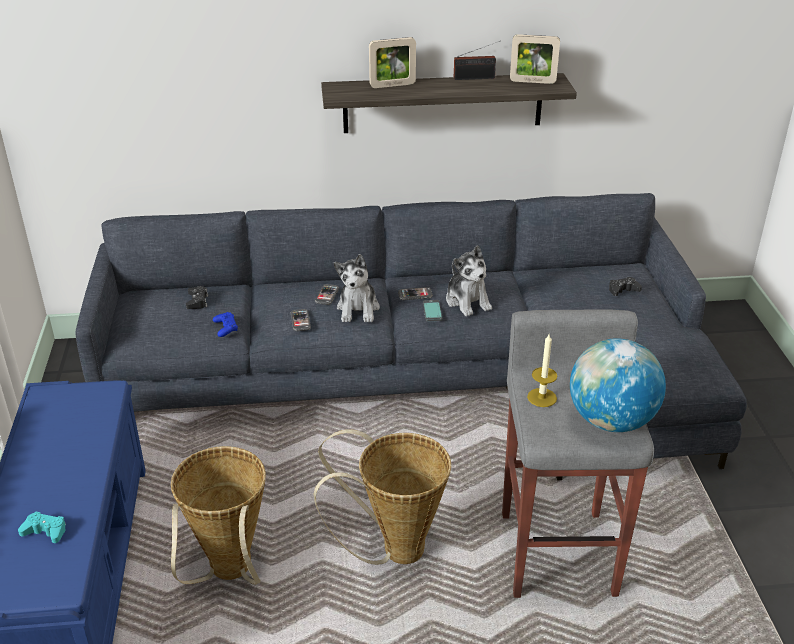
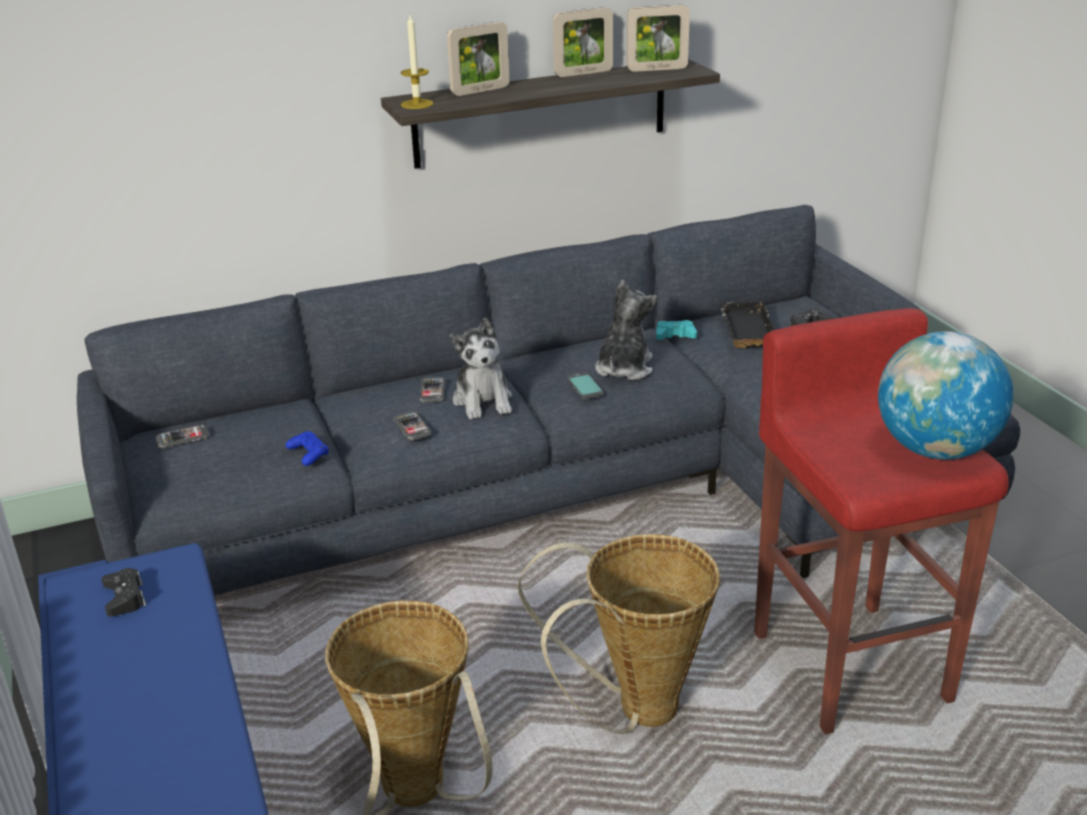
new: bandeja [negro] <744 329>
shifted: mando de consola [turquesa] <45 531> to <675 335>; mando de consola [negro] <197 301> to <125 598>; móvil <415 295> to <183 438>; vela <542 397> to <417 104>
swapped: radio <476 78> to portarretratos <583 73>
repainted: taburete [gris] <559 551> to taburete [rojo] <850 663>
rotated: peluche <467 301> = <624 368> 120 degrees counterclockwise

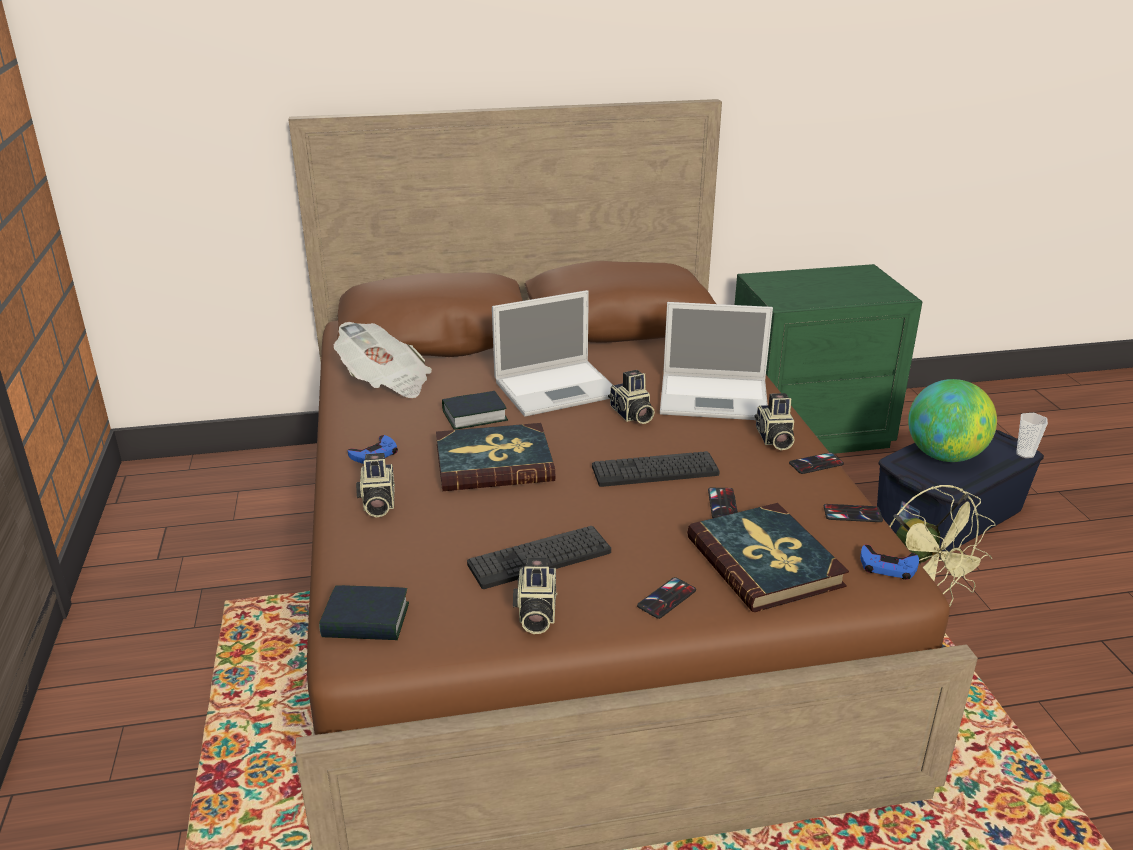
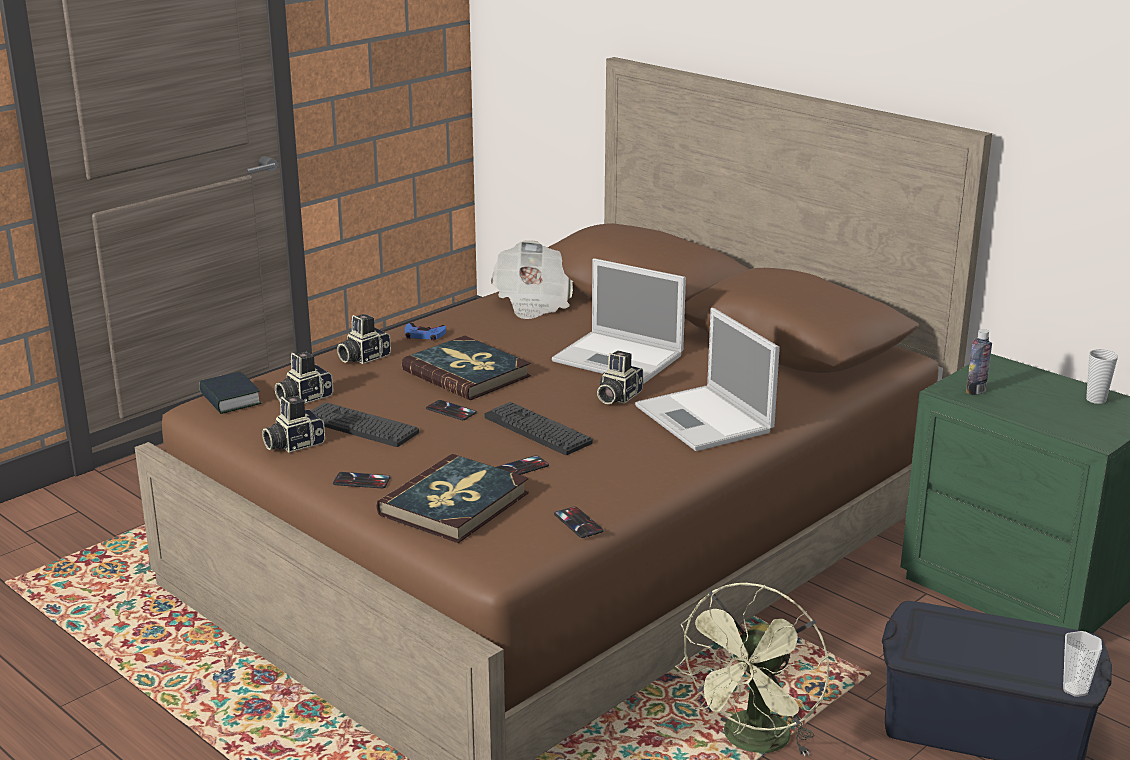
gone: libro <474 416>; mando de consola [azul] <888 567>; globo terráqueo <944 456>
new: botella <976 391>; taza <1096 400>
shifted: cámara <773 439> to <303 397>; móvil <816 464> to <451 411>

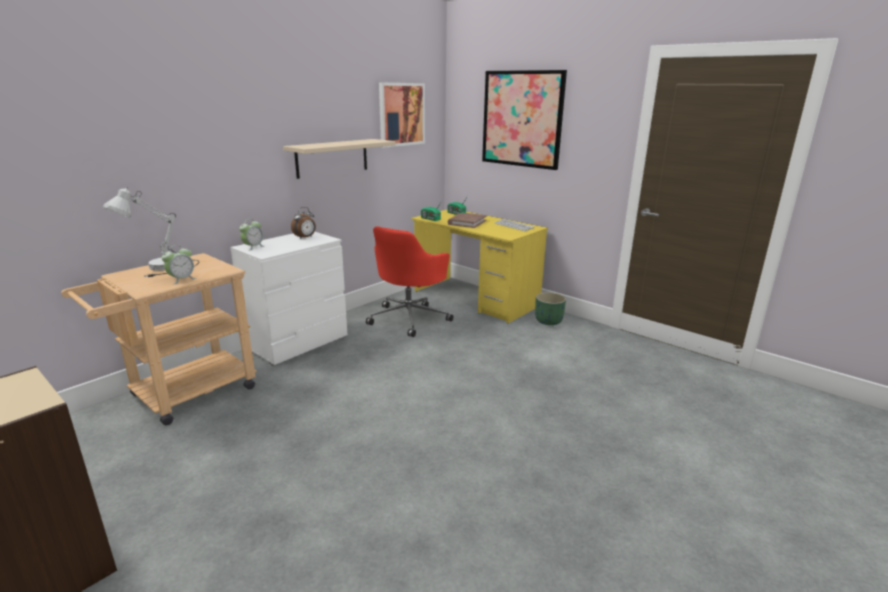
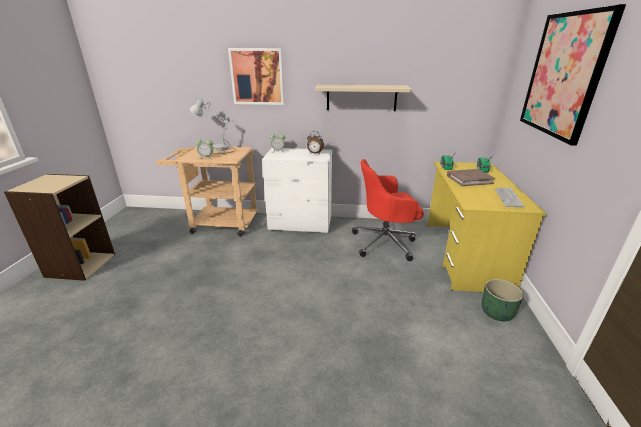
shifted: cuadro <401 114> to <257 76>

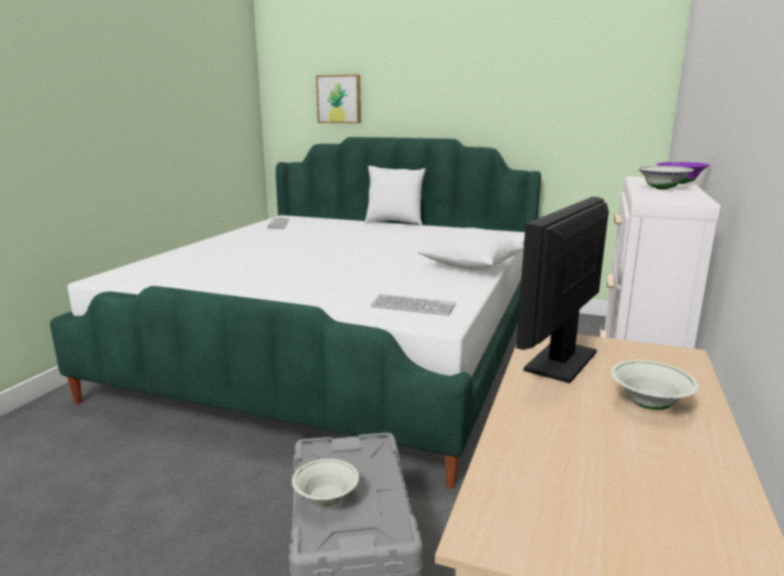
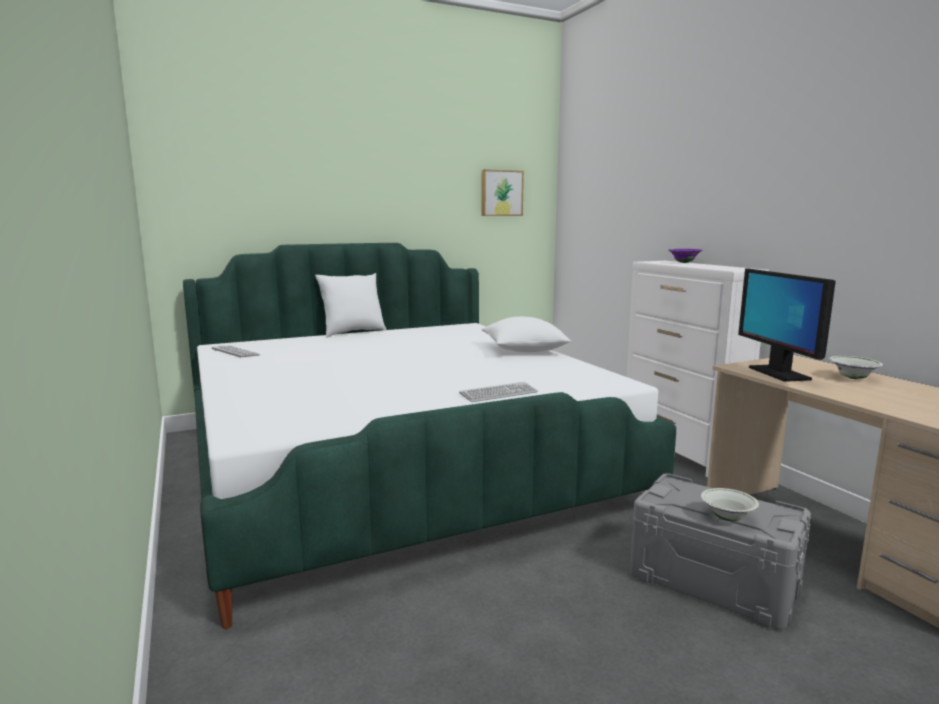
gone: cuenco [blanco] <661 189>
shifted: cuadro <339 99> to <501 193>; teclado <413 306> to <498 393>

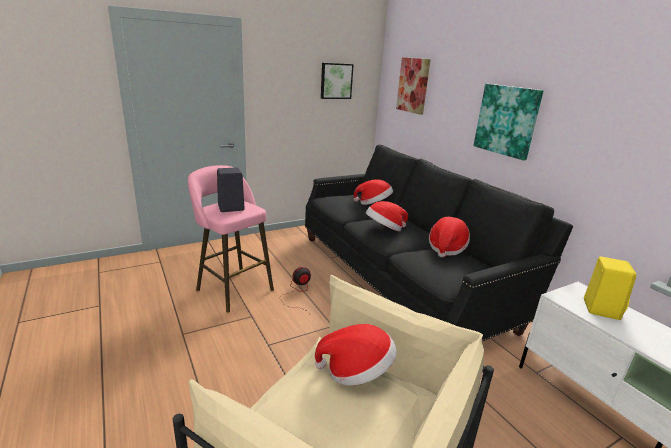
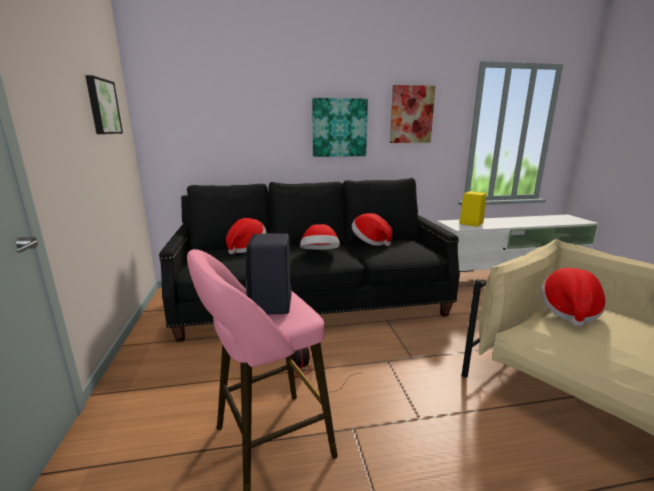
shifted: cuadro <413 85> to <411 114>

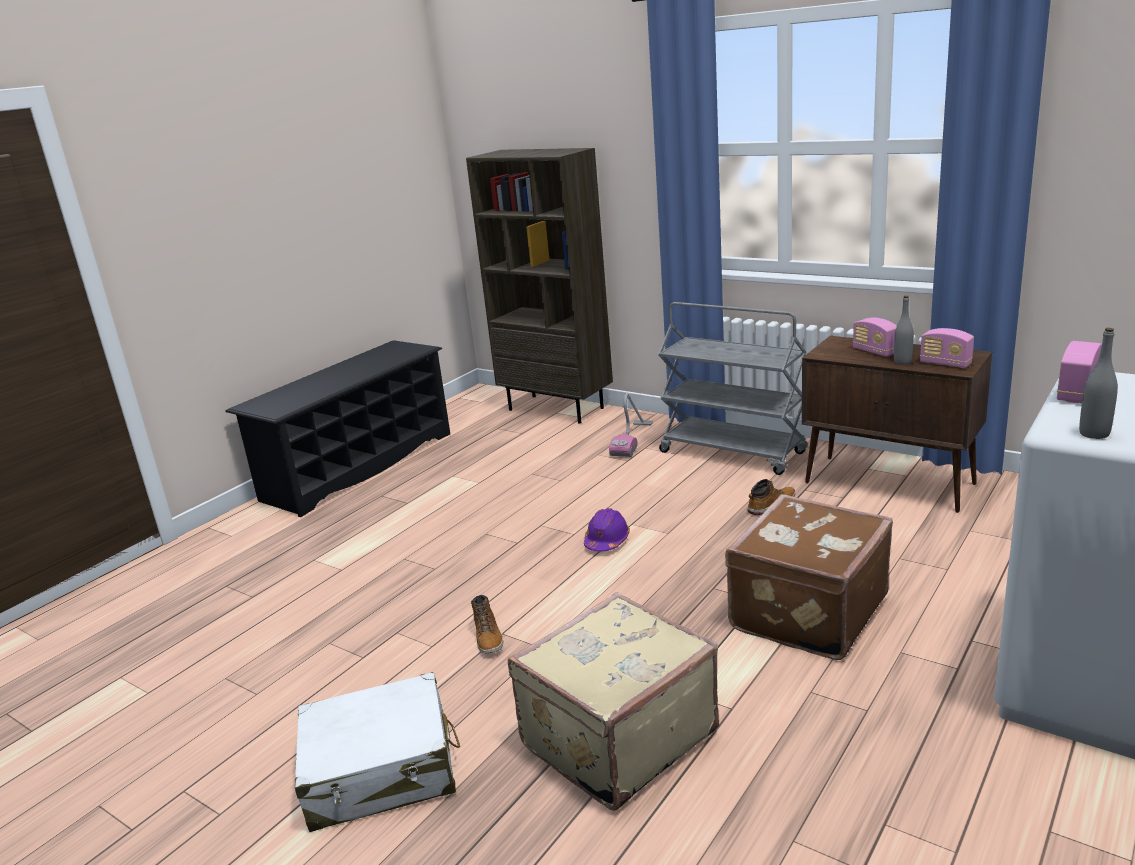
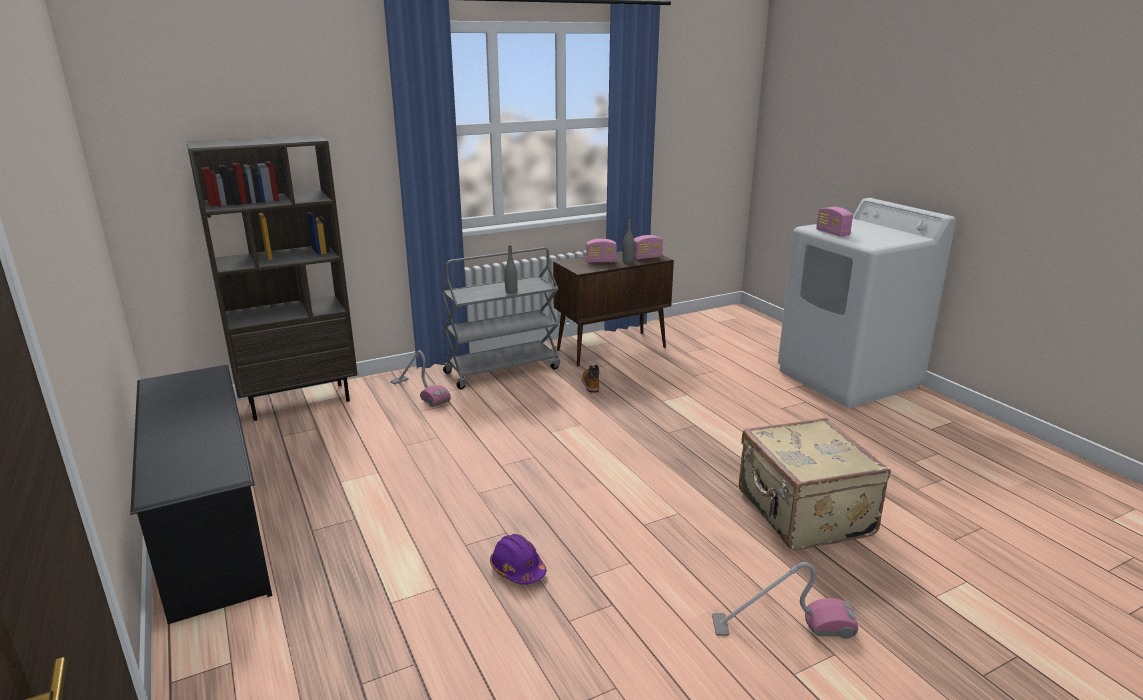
gone: bota <488 637>; maleta [marrón] <805 612>
shifted: casco [morado] <607 541> to <517 569>; botella [gris] <1094 434> to <511 292>
swapped: maleta [blanco] <381 771> to aspiradora <782 626>

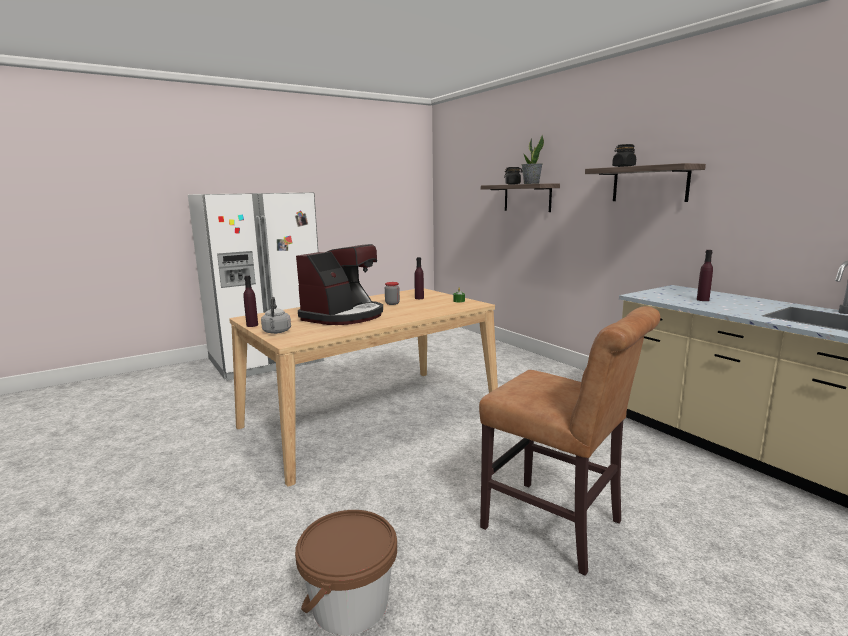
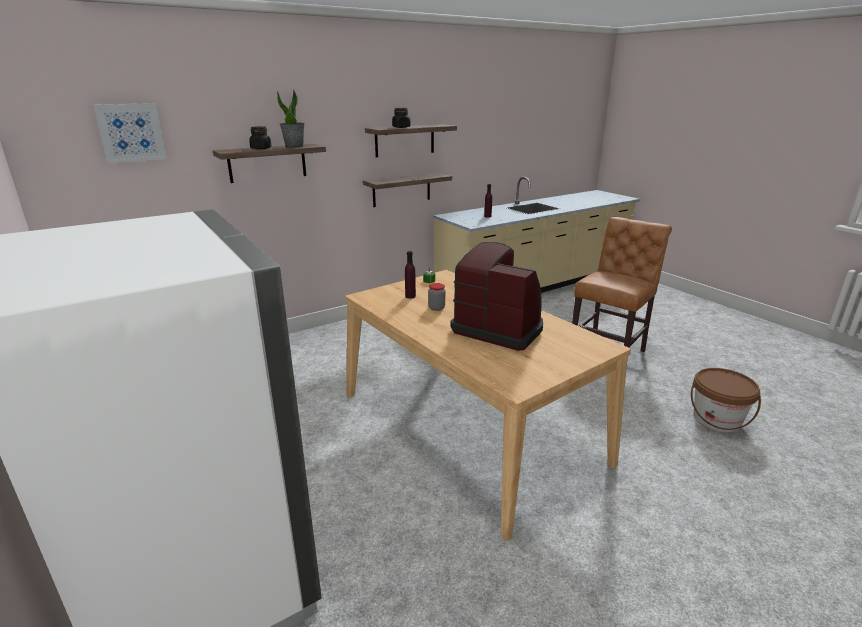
gone: botella [morado] <252 325>; hervidor [gris] <276 332>
new: cuadro <131 133>; estante <401 189>

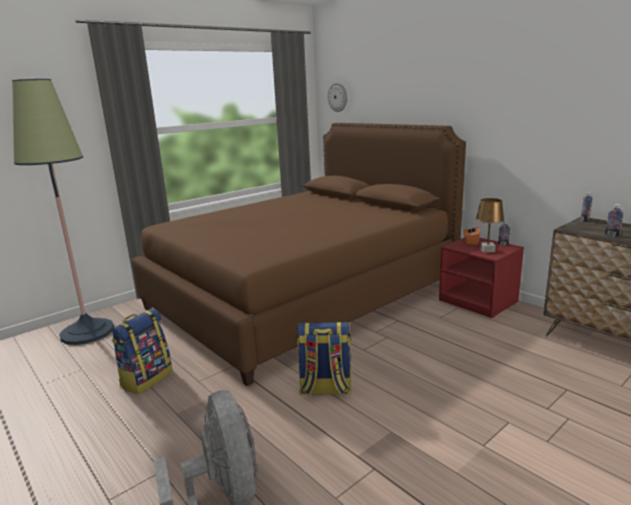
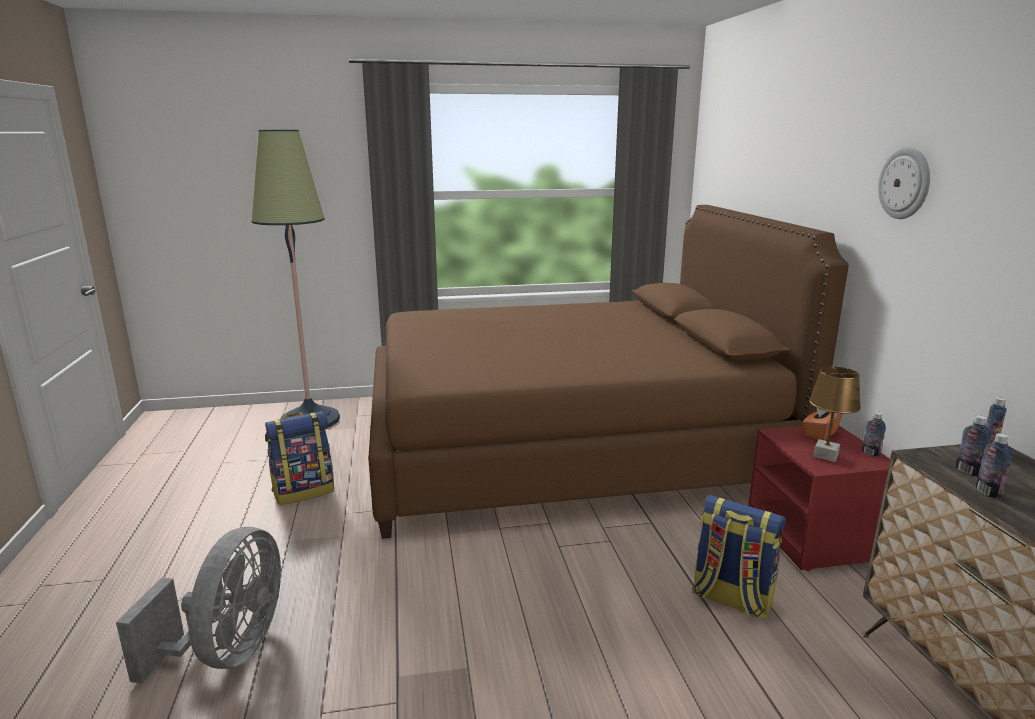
new: botella <968 471>
shifted: mochila <325 389> to <731 598>; reloj de pared <338 97> to <905 183>

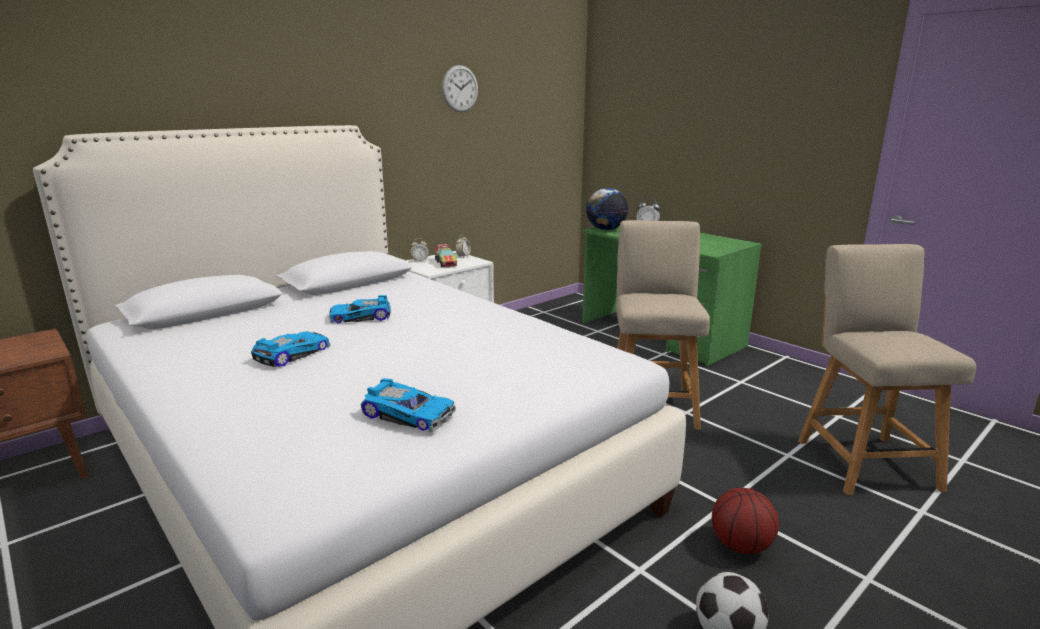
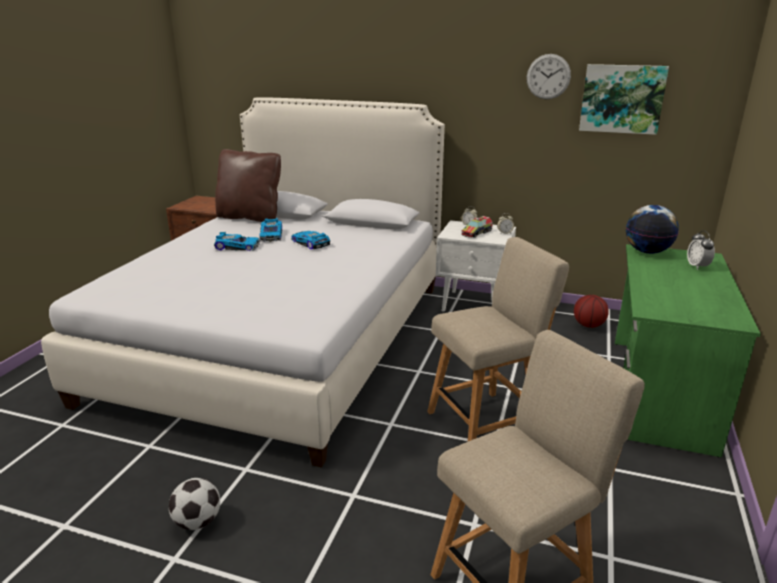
new: cojín [marrón] <250 217>; cuadro <622 99>
shifted: coche de juguete <409 413> to <272 235>; balón de baloncesto <740 545> to <588 325>

